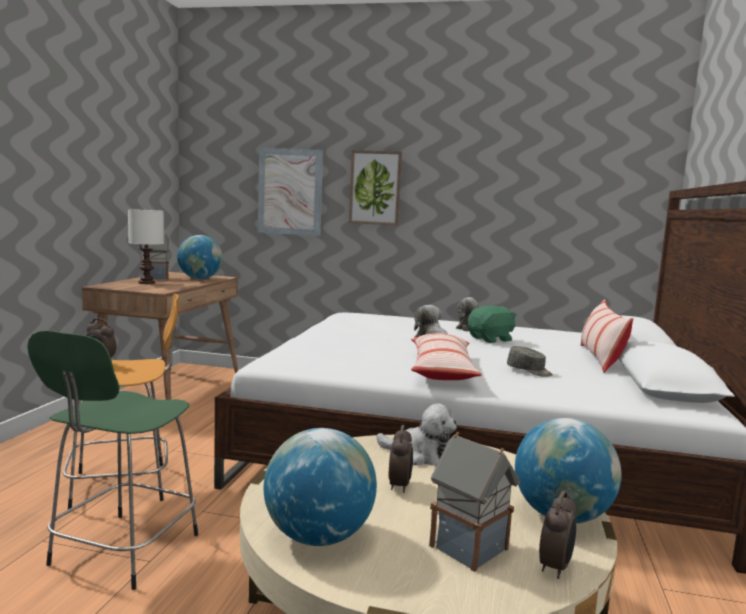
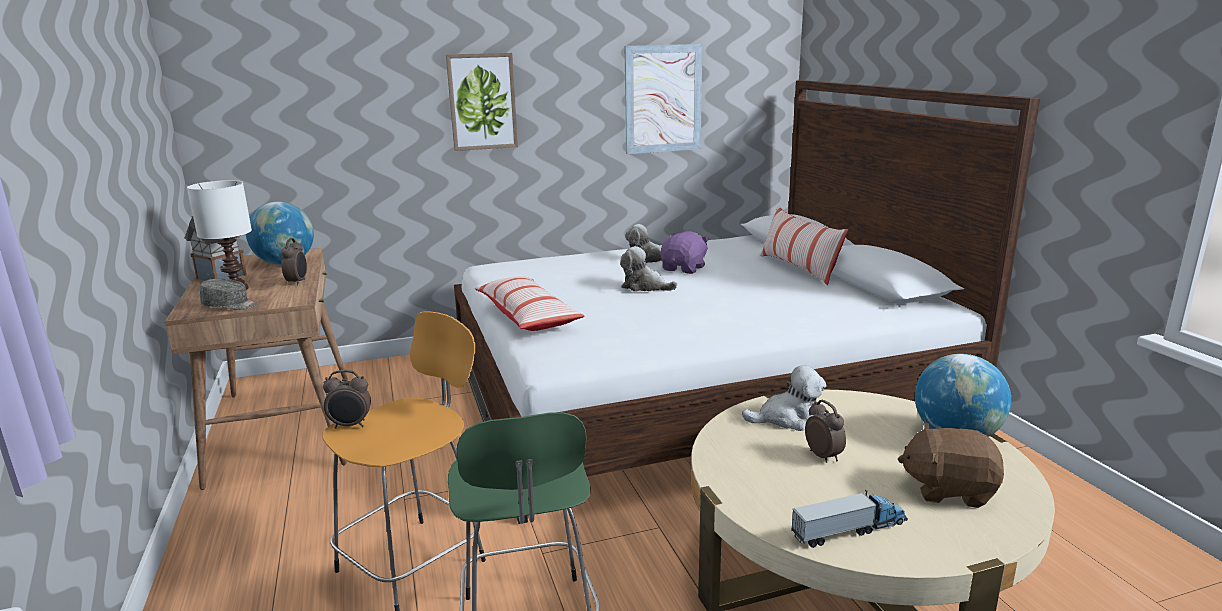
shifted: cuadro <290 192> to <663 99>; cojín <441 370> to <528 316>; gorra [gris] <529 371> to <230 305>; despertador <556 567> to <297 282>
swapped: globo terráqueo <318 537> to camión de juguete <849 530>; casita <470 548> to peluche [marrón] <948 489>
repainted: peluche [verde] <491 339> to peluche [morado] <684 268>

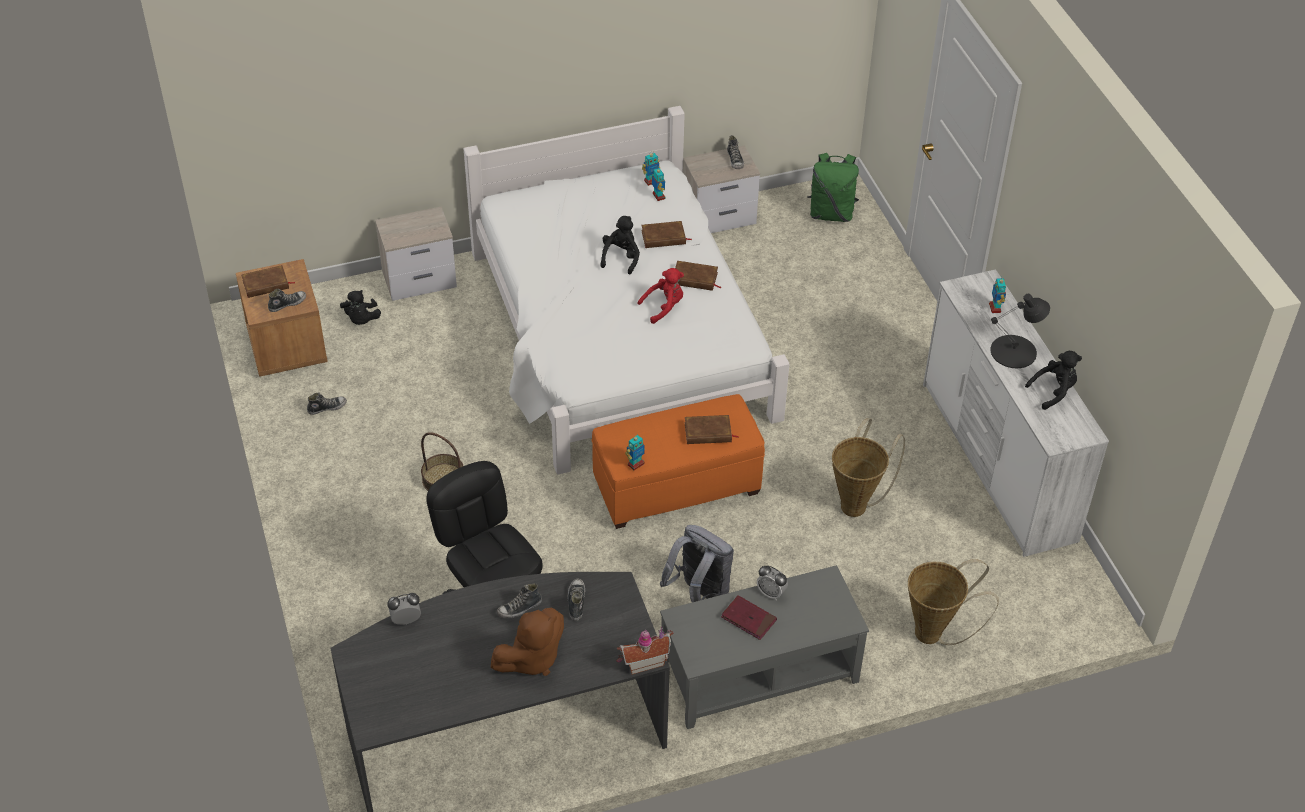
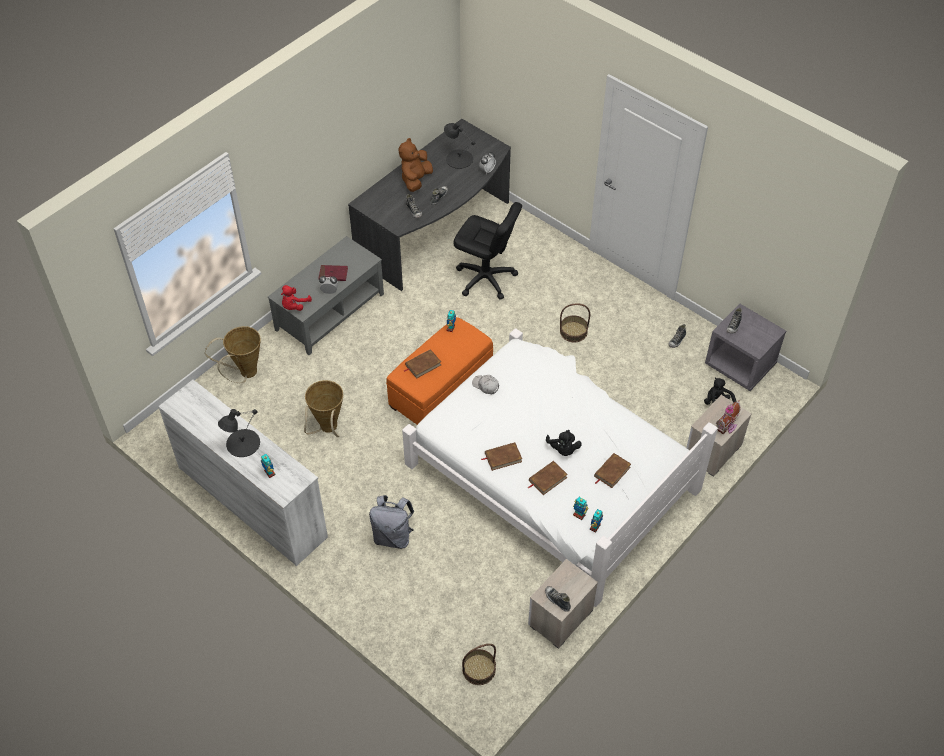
gone: peluche [negro] <1054 391>
new: lámpara de mesa [negro] <459 159>; gorra [blanco] <485 386>
shifted: libro [marrón] <266 284> to <612 472>; casita <643 661> to <727 426>; peluche [rojo] <664 307> to <294 306>; mochila [gris] <699 593> to <393 536>
swapped: mochila [verde] <831 213> to cesta <479 669>
repainted: mesita de noche [marrón] <286 346> to mesita de noche [gris] <740 365>

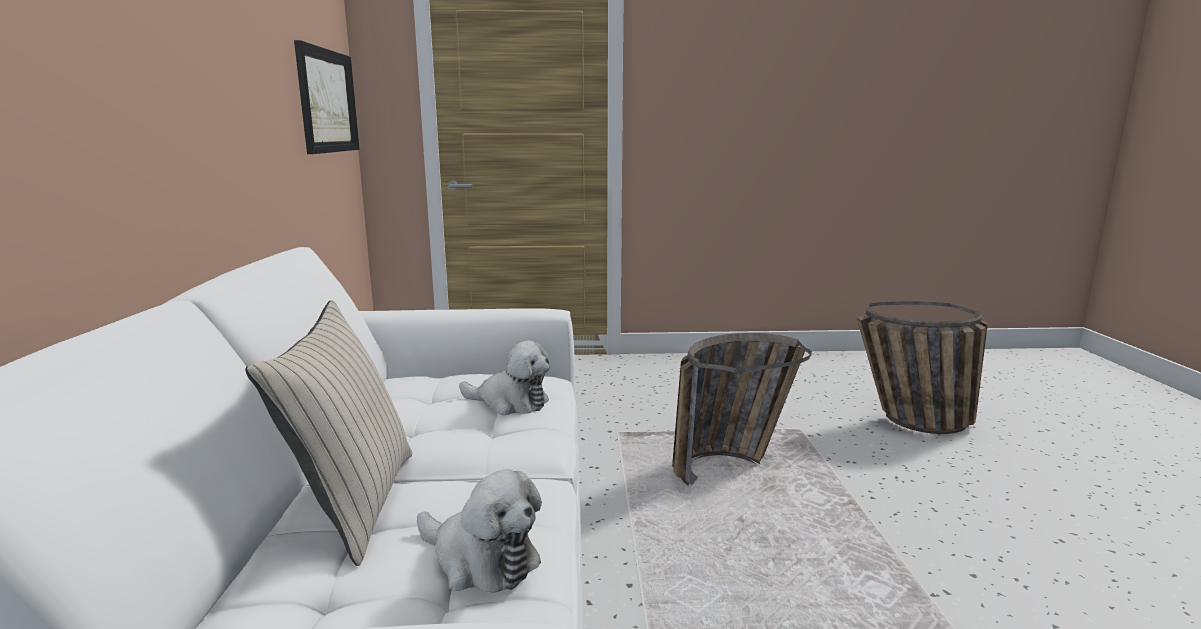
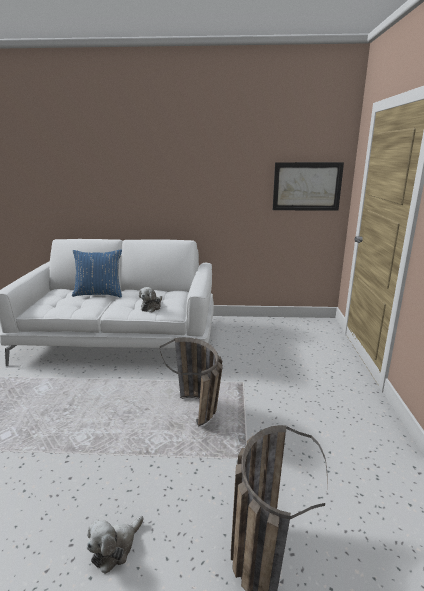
shifted: peluche <481 560> to <115 548>
repainted: cojín [beis] <353 504> to cojín [azul] <99 294>

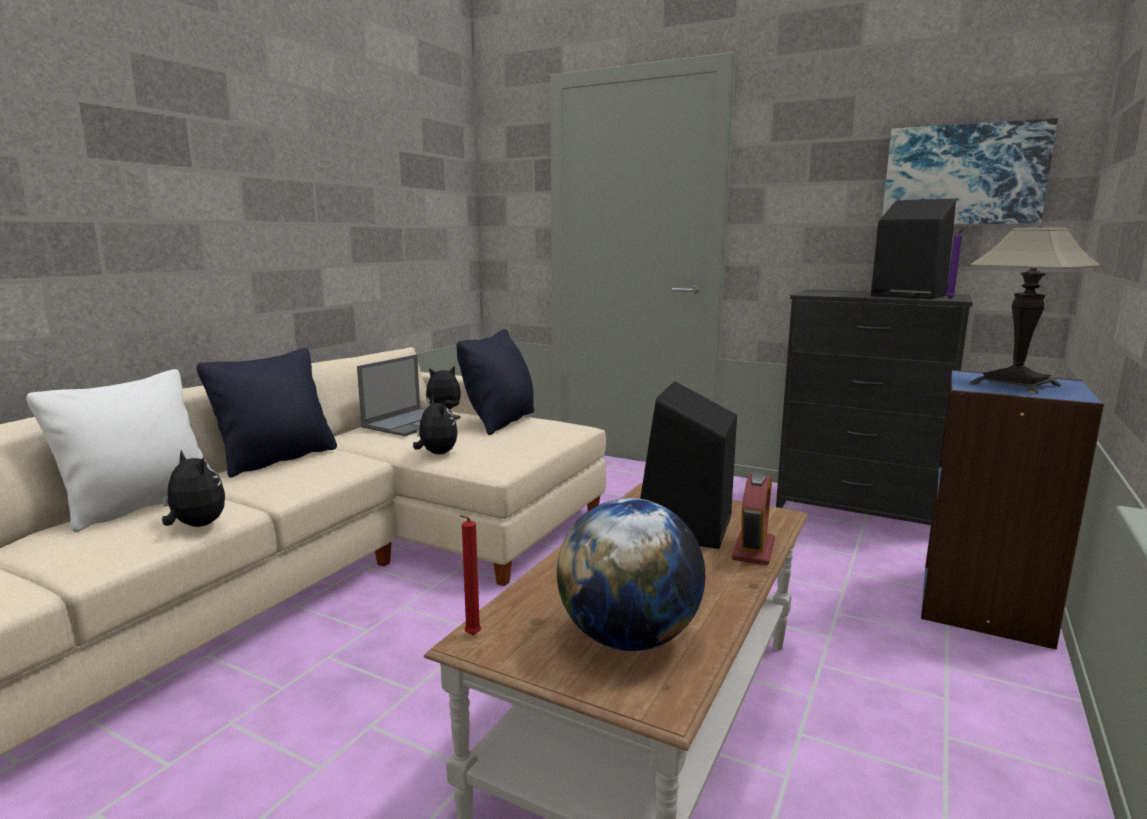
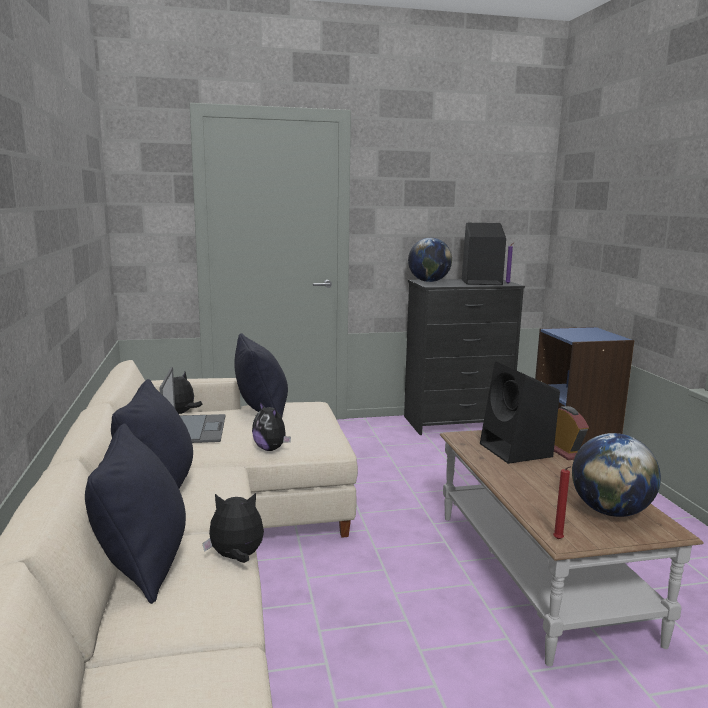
gone: cuadro <963 175>; lámpara de mesa <1014 384>
new: globo terráqueo <428 281>
repainted: cojín [blanco] <141 505> to cojín [negro] <144 563>
rotated: peluche <436 454> = <271 449> 150 degrees counterclockwise

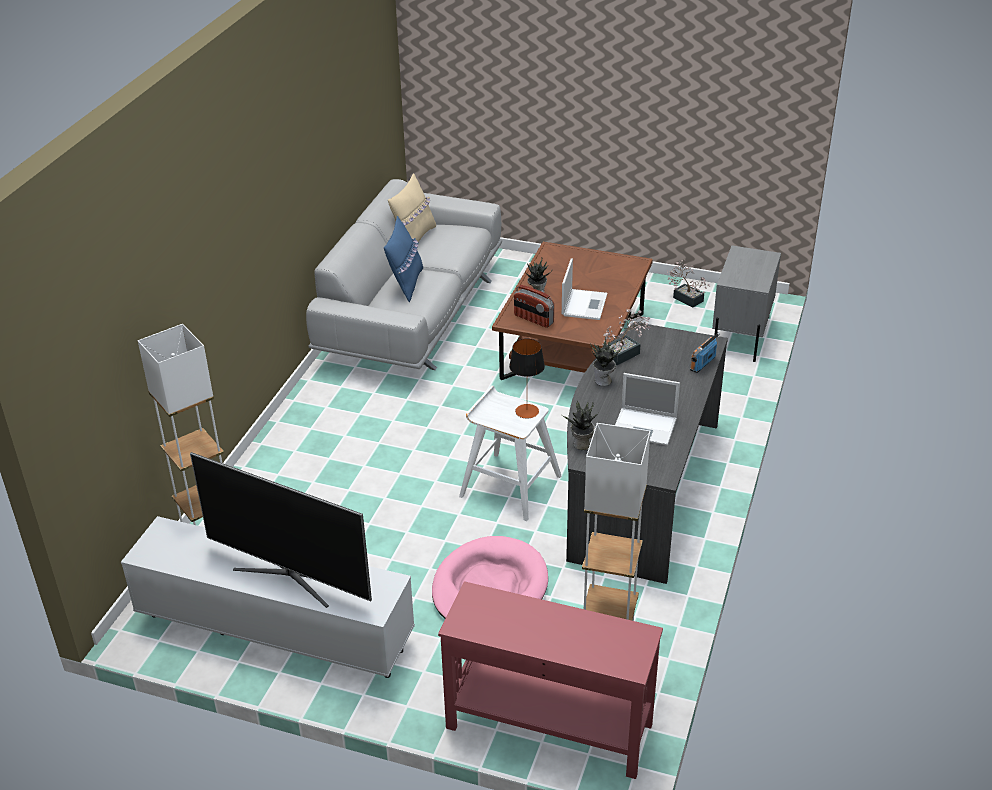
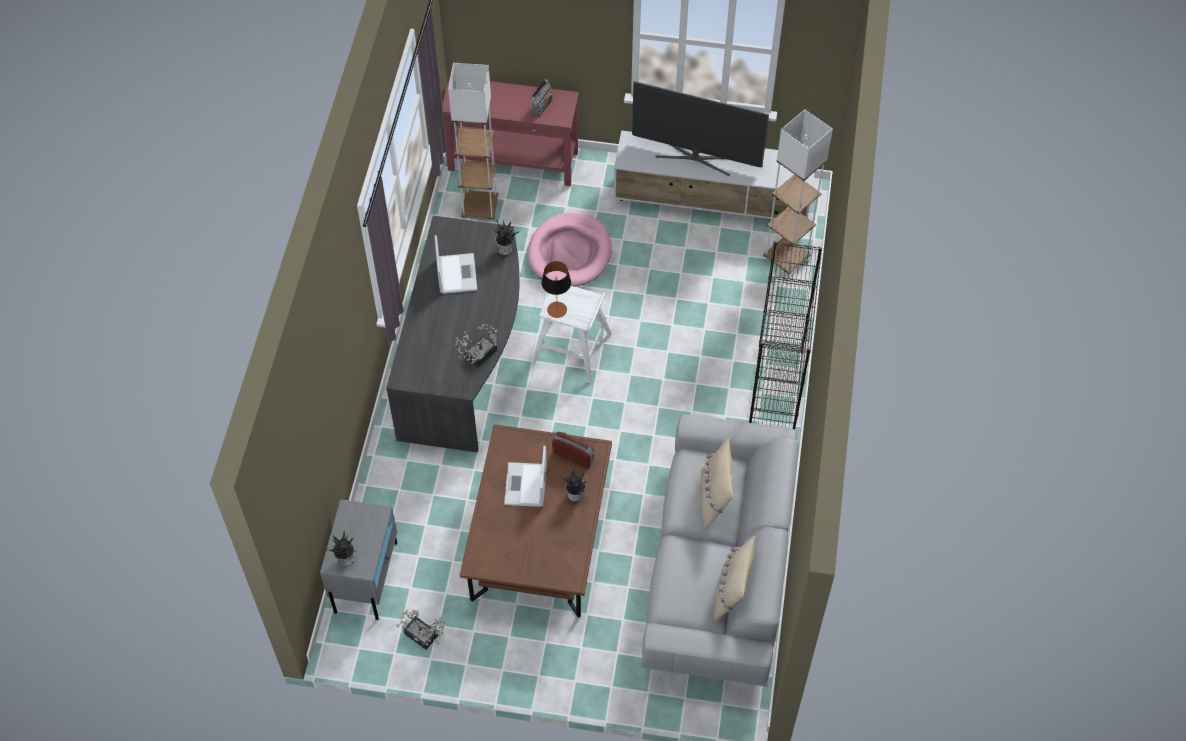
new: estantería [negro] <775 397>
shifted: planta en maceta <603 381> to <345 559>; radio <703 364> to <542 106>
repainted: cojín [azul] <405 284> to cojín [beis] <714 498>
rotated: portátil <645 427> = <456 273> 75 degrees clockwise

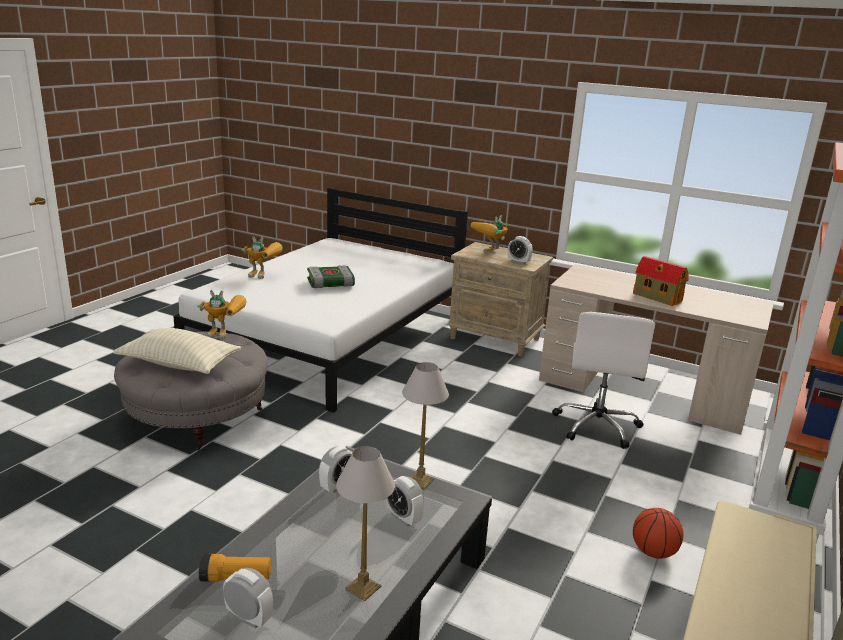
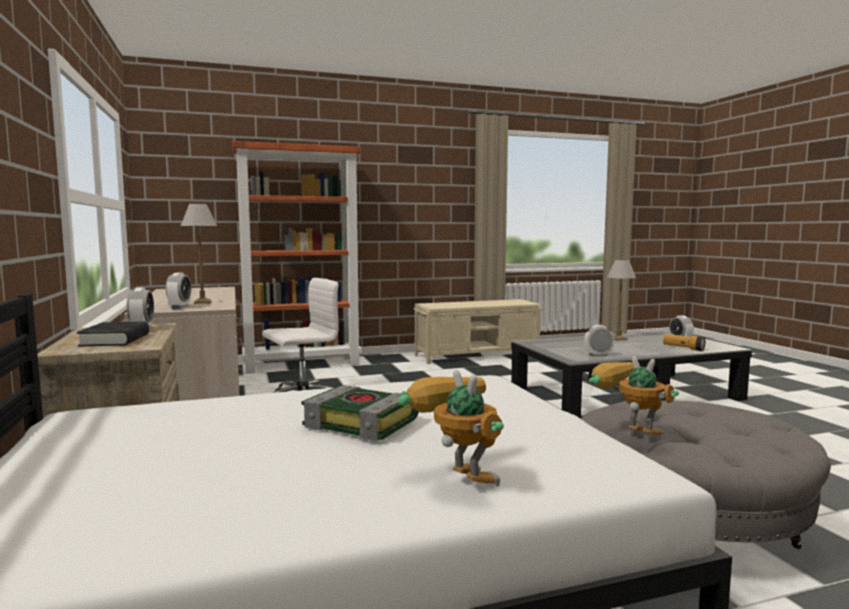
gone: cojín [beis] <179 364>; casita <656 297>; balón de baloncesto <653 552>
shifted: despertador <404 518> to <179 307>; lámpara de mesa <421 480> to <202 302>
swapped: robot de juguete <490 253> to libro [negro] <115 340>

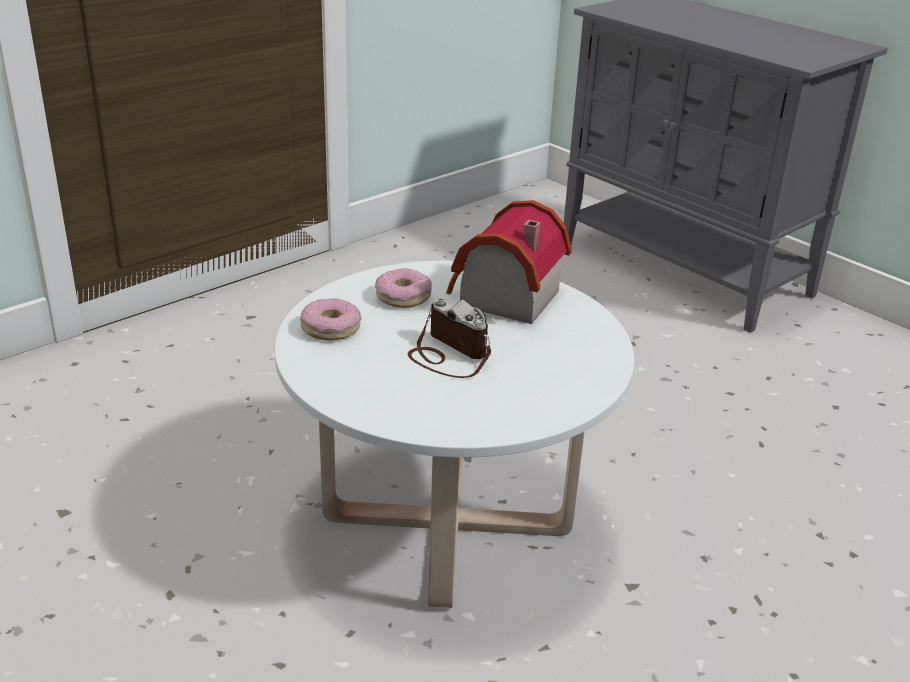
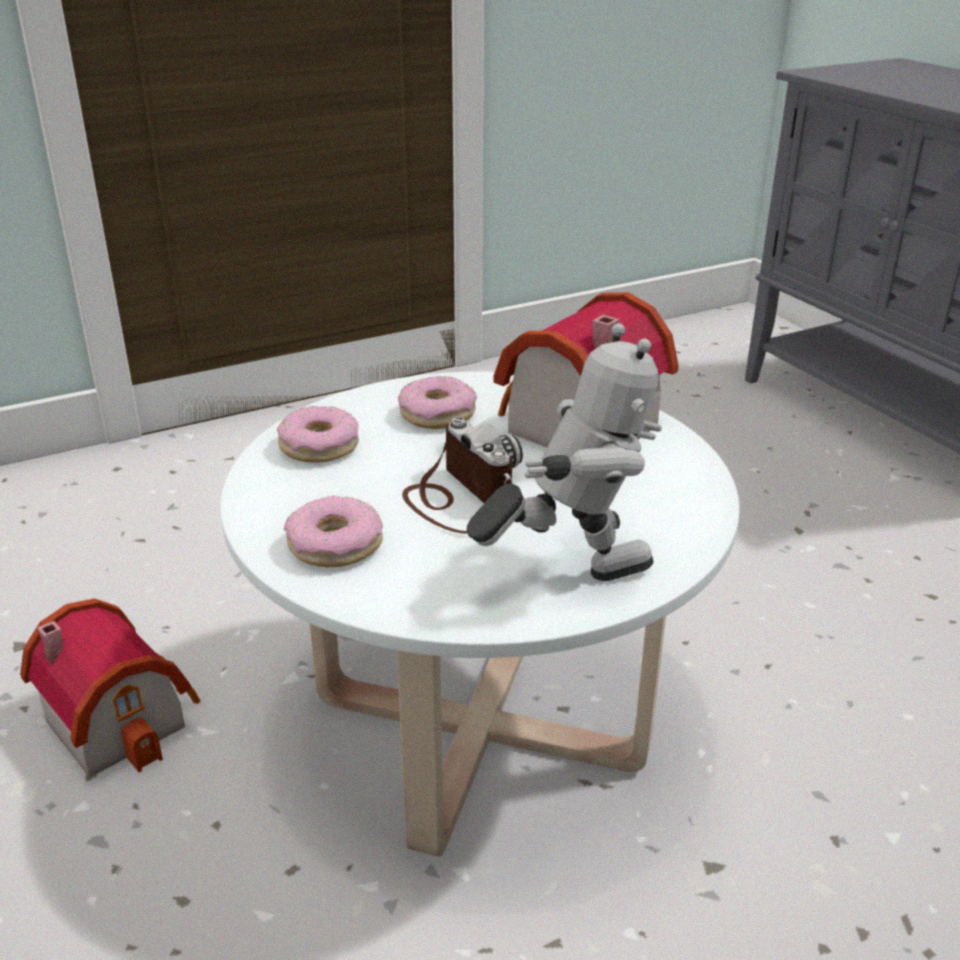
new: casita <122 718>; rosquilla <335 545>; robot de juguete <570 573>

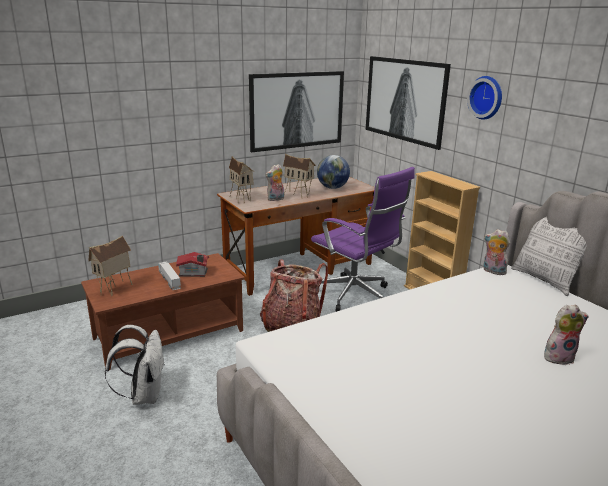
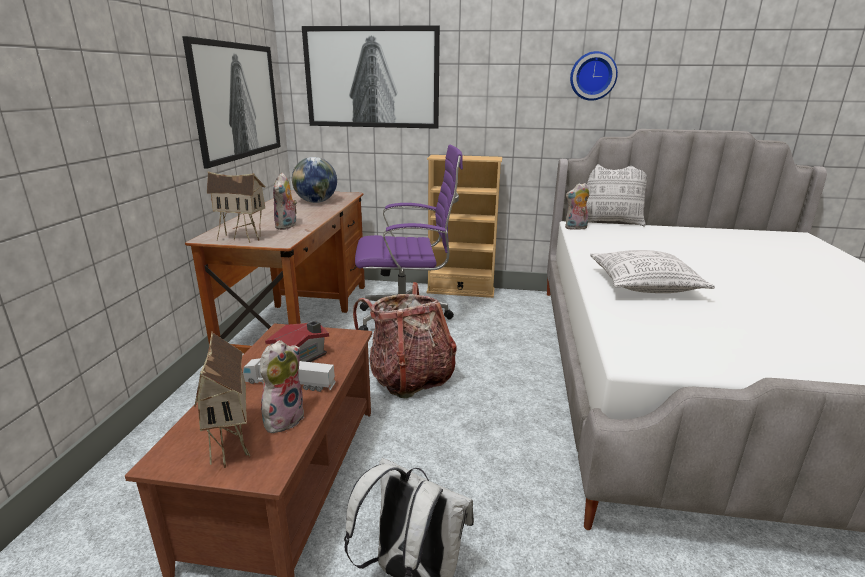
gone: casita <298 194>
new: cojín <644 285>
shifted: reloj de pared <487 97> to <593 76>; peluche <559 357> to <283 418>

